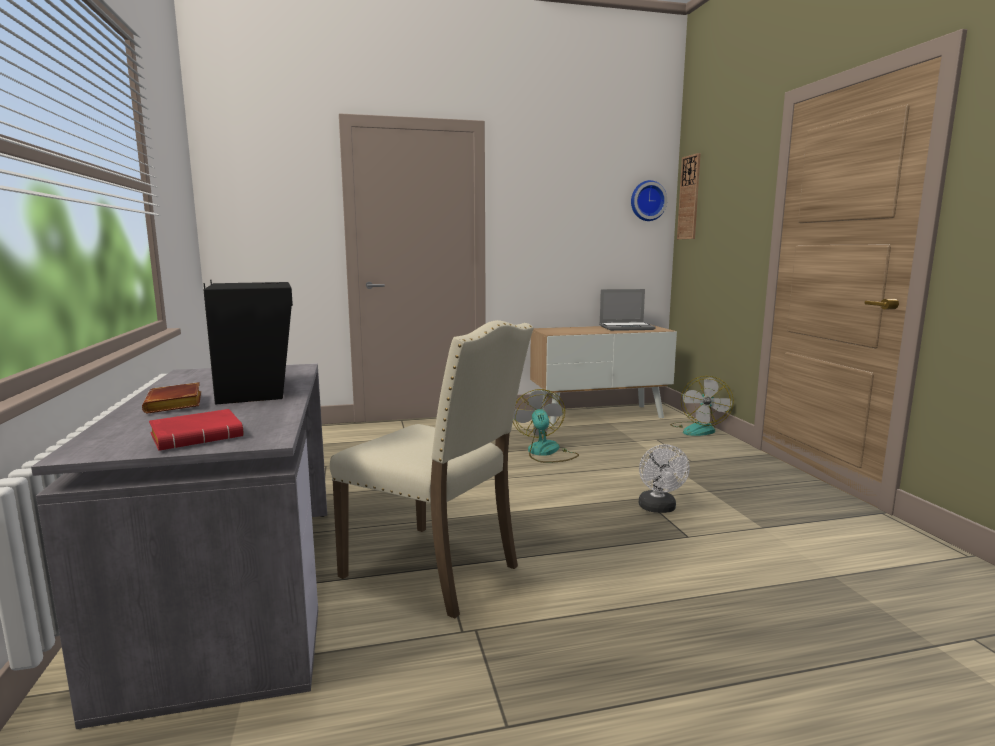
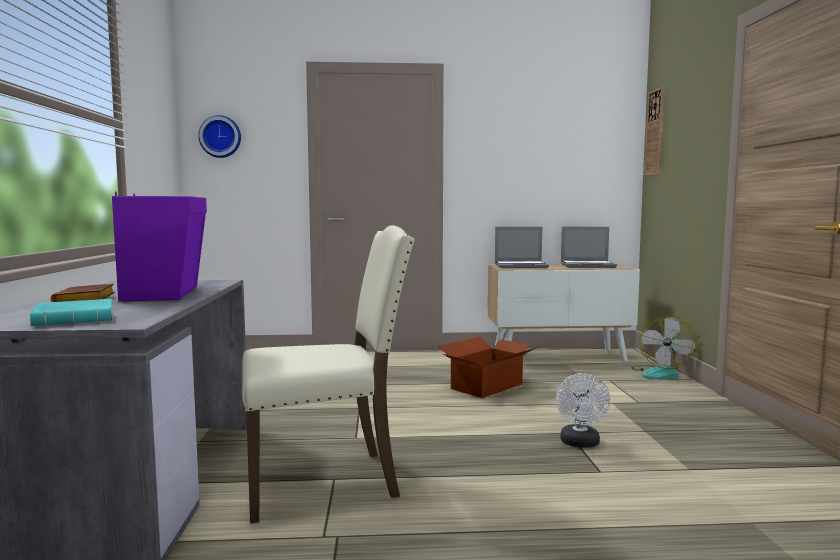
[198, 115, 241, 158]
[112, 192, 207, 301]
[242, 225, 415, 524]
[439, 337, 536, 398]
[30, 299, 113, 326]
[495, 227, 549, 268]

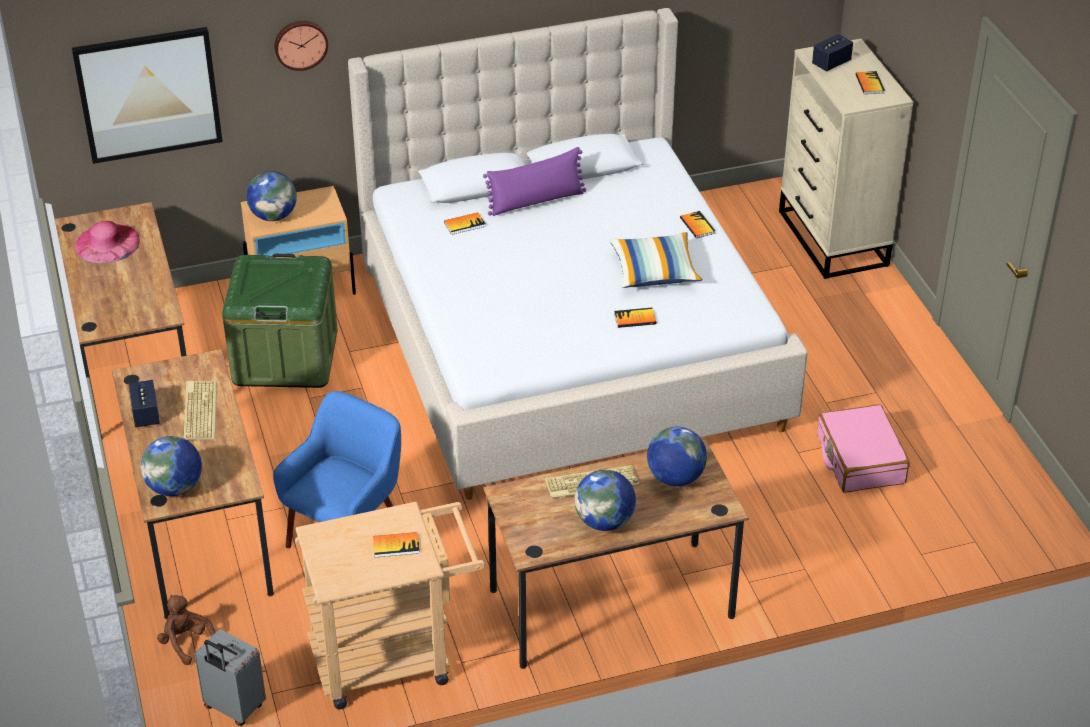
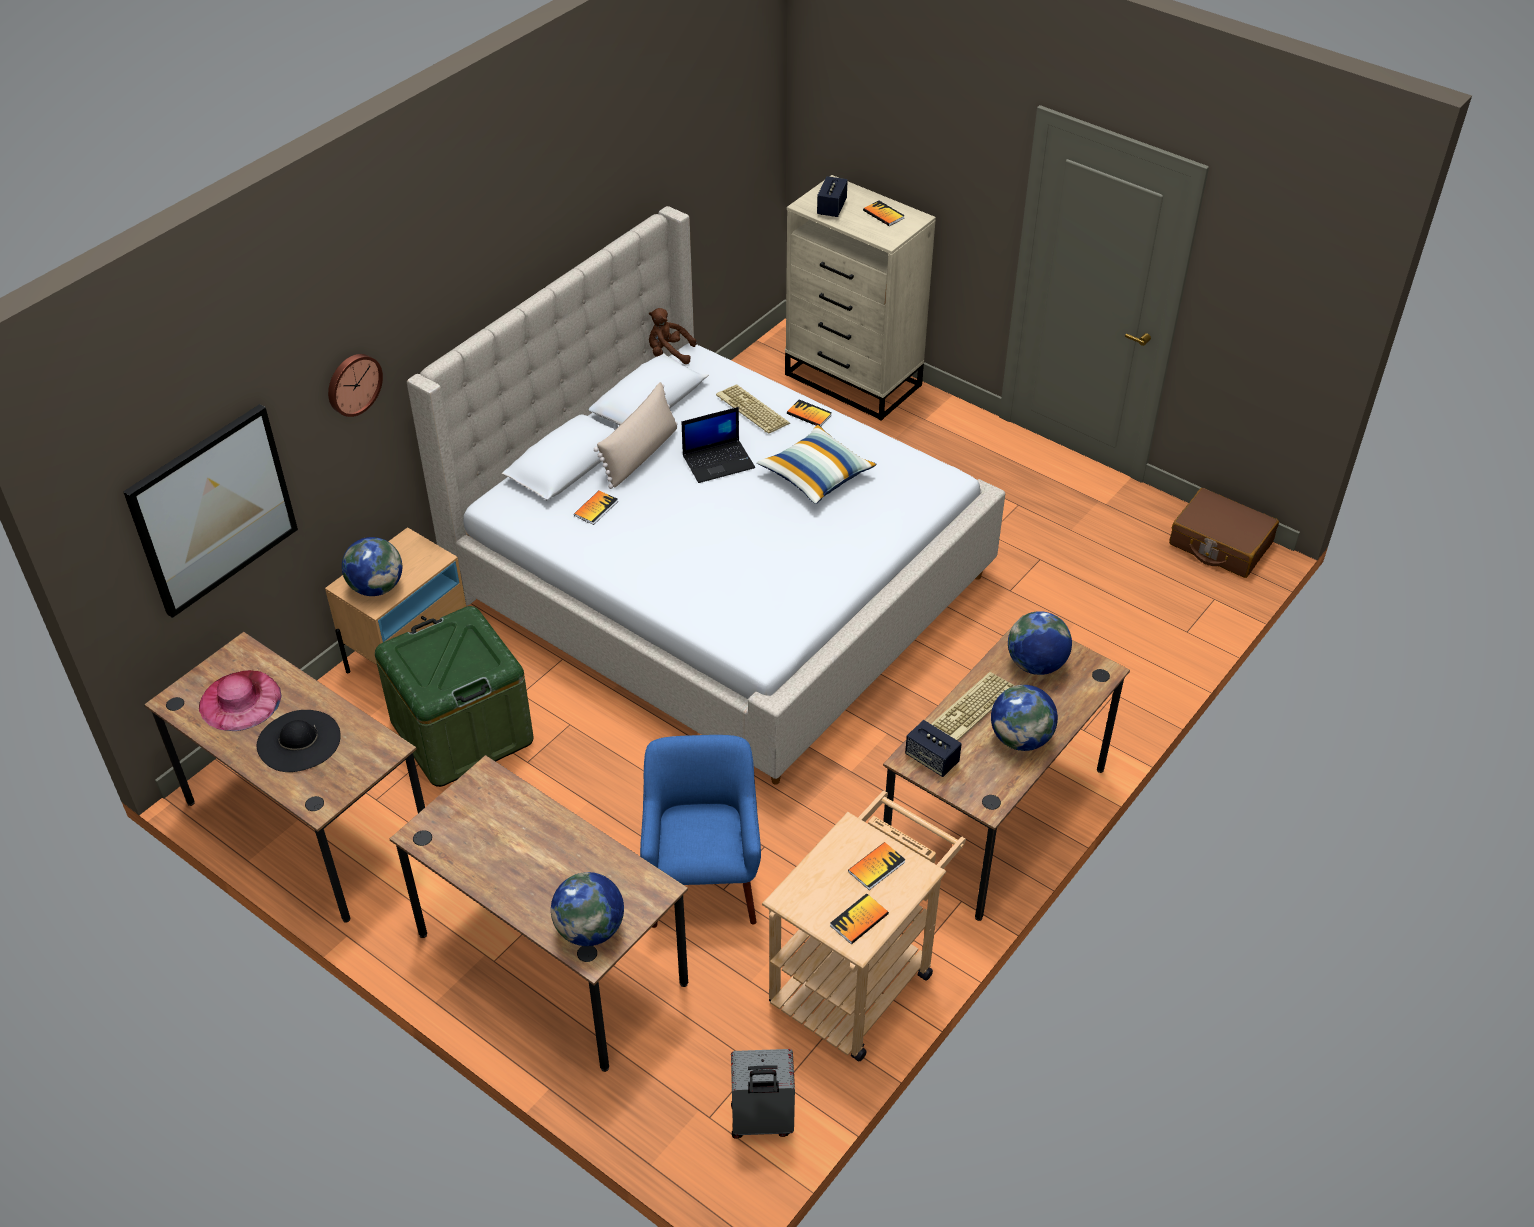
[594, 382, 678, 489]
[830, 893, 889, 944]
[905, 720, 962, 777]
[716, 385, 790, 434]
[817, 404, 910, 493] (first image)
[649, 308, 696, 364]
[682, 407, 755, 483]
[1169, 488, 1279, 578]
[257, 710, 341, 772]

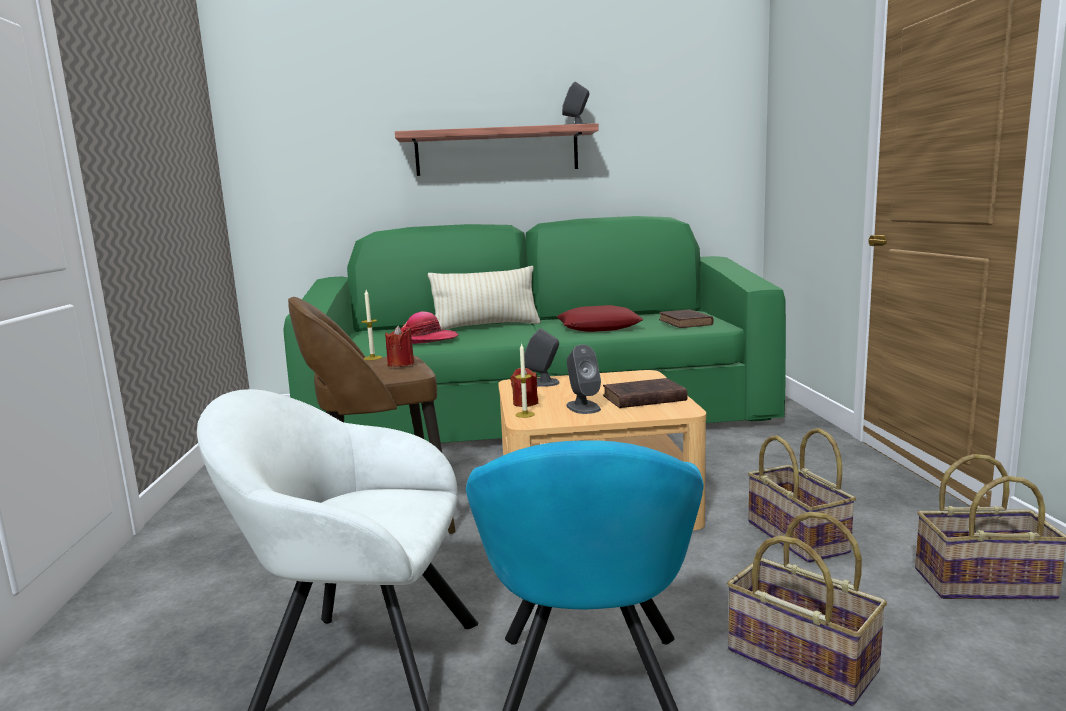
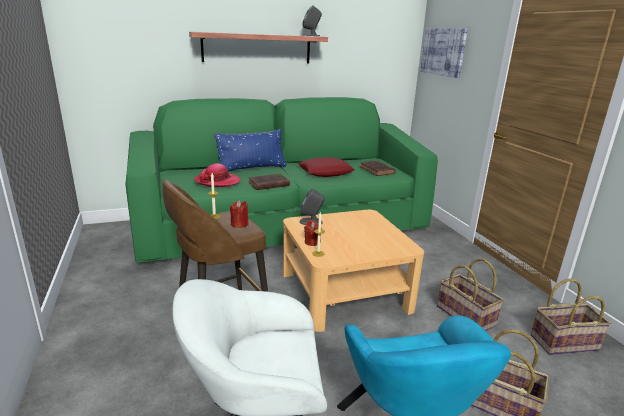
[214, 129, 287, 172]
[566, 344, 601, 414] (first image)
[248, 174, 290, 190]
[420, 28, 468, 78]

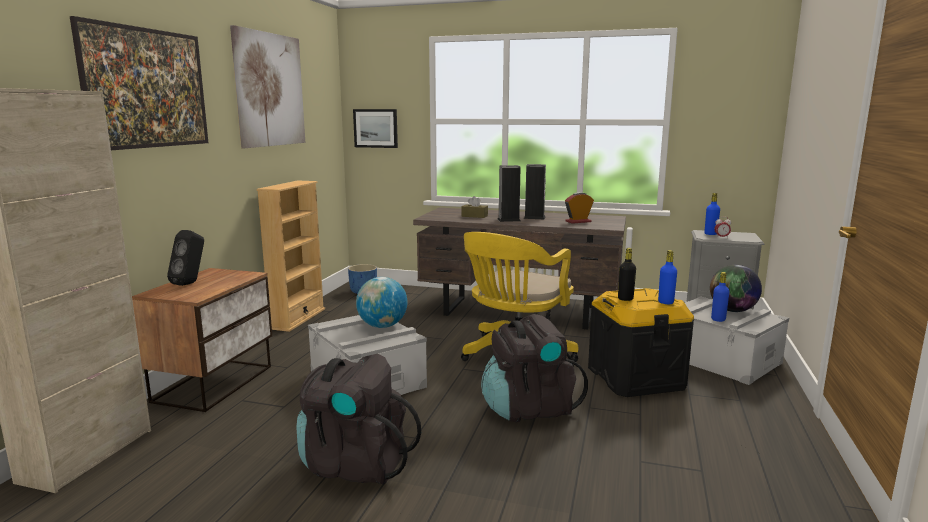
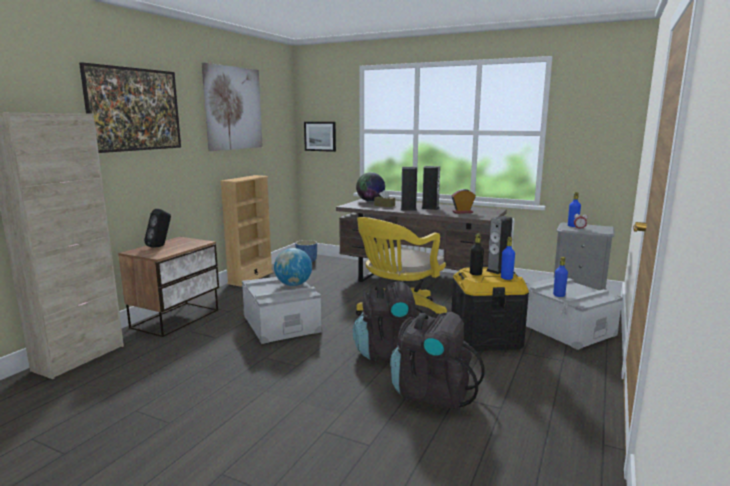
[356, 172, 385, 202]
[390, 312, 484, 411]
[486, 216, 513, 274]

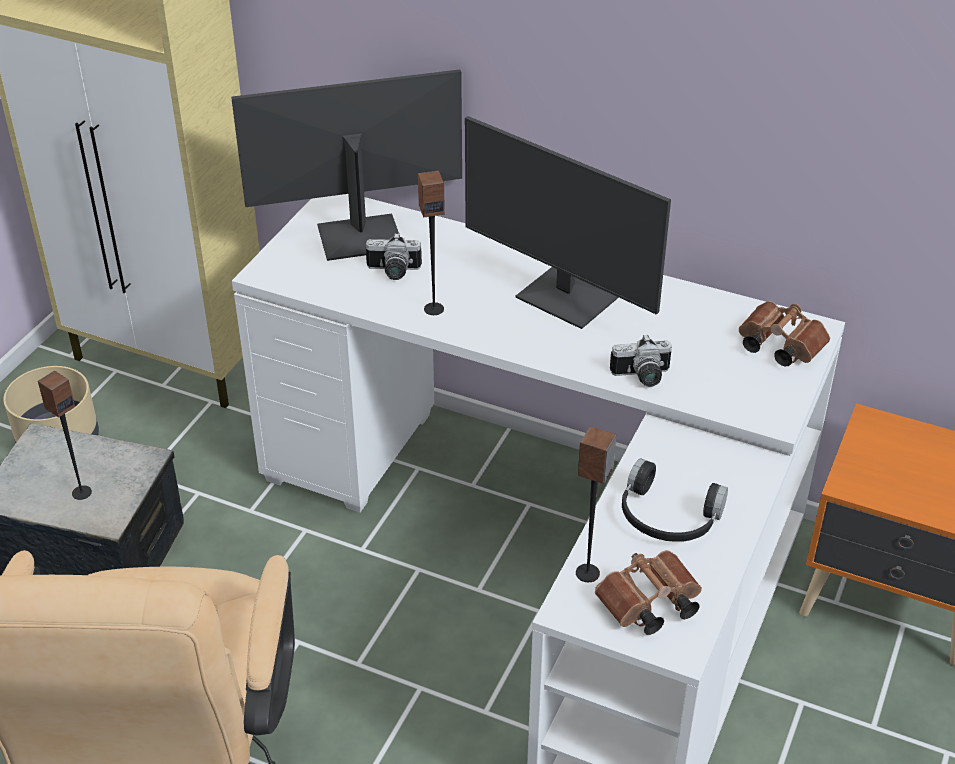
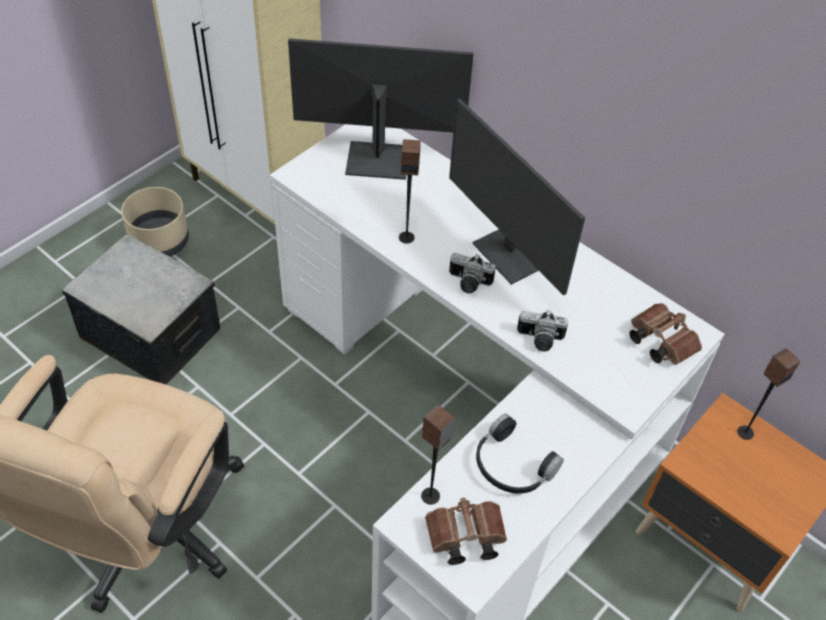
[449, 253, 496, 293]
[737, 348, 800, 440]

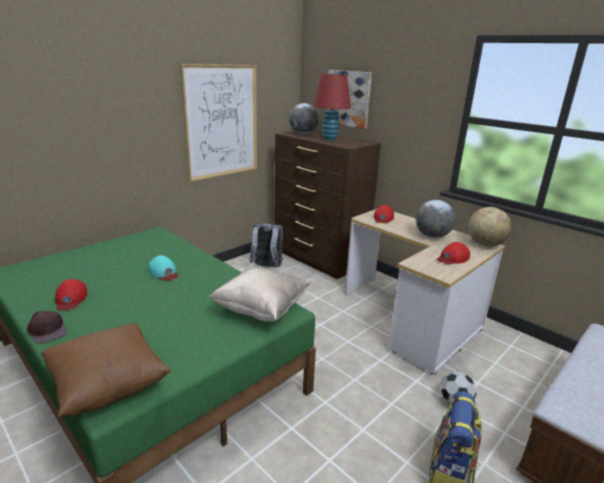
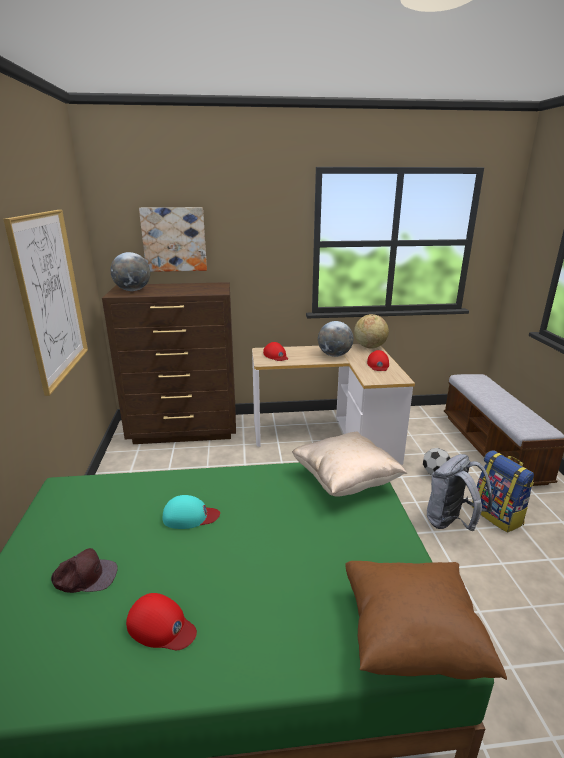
[313, 74, 351, 140] (first image)
[427, 454, 493, 531]
[51, 548, 118, 593]

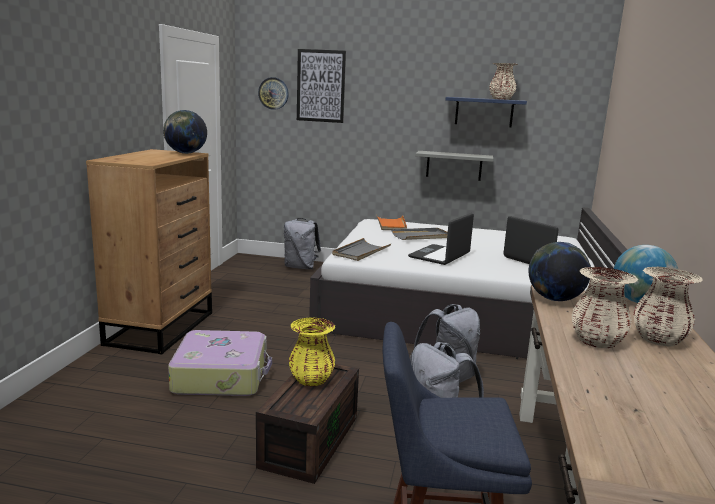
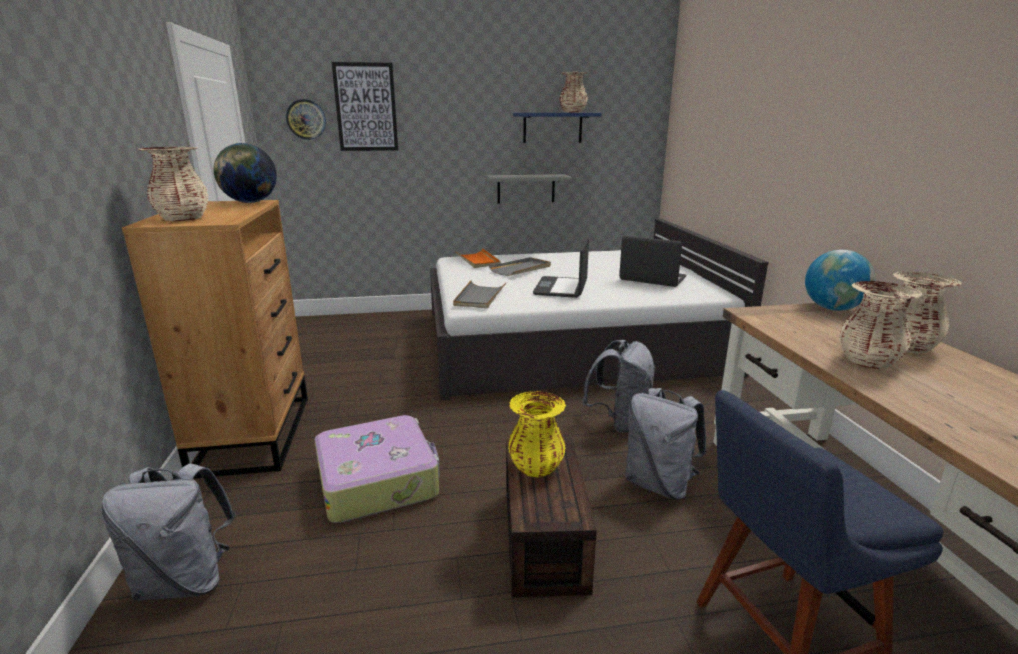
[101, 464, 236, 601]
[529, 242, 591, 301] (first image)
[138, 147, 209, 221]

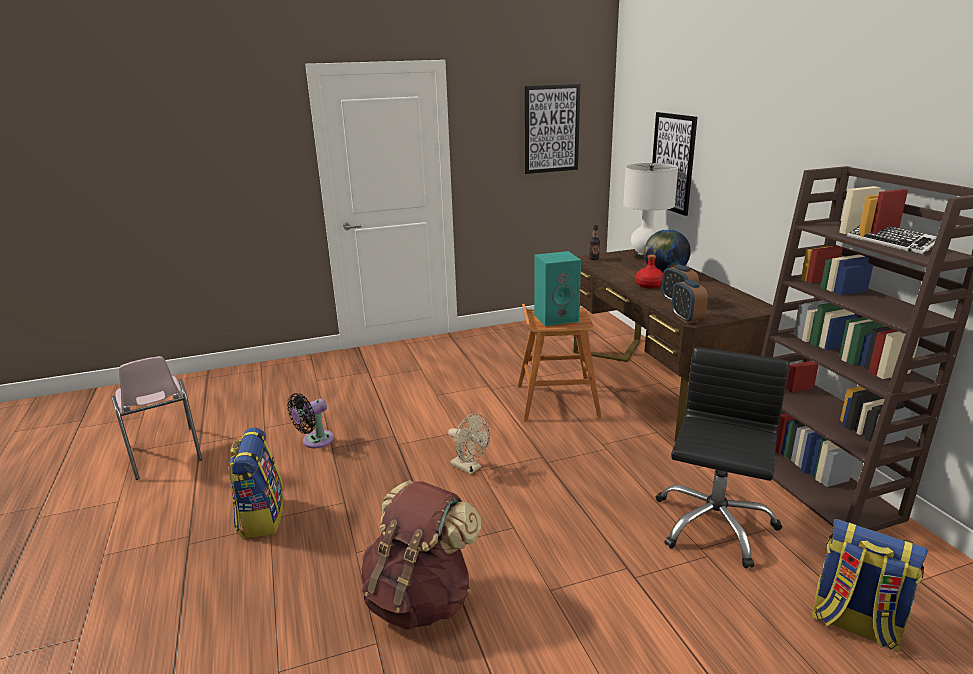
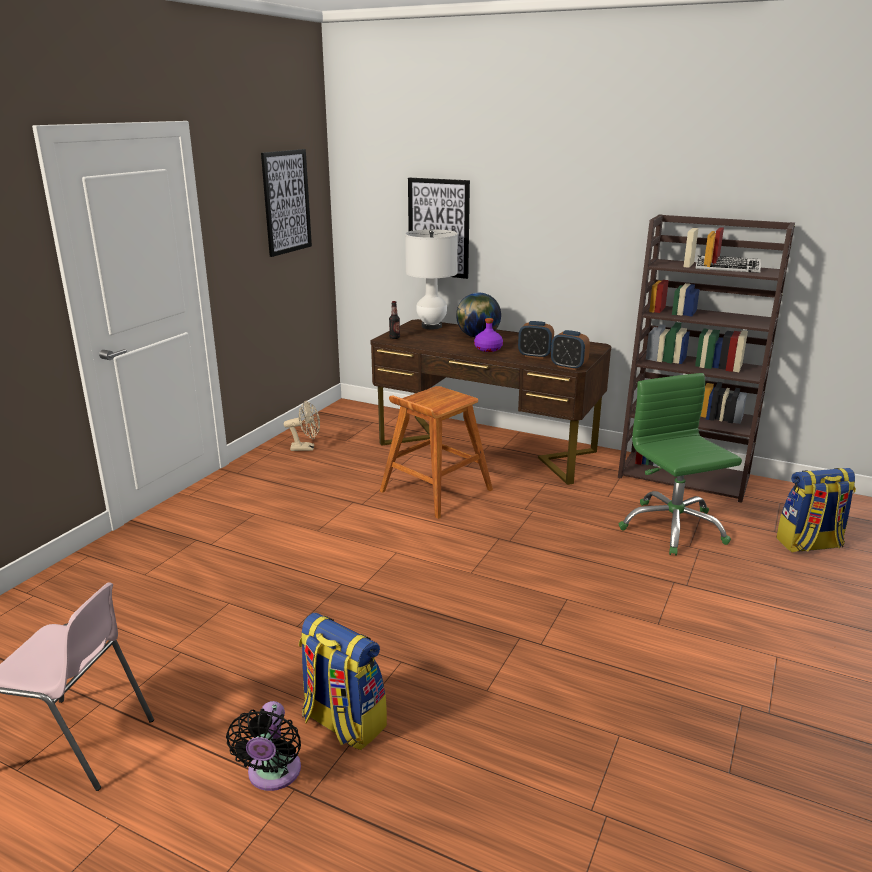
[534, 251, 581, 326] (first image)
[474, 318, 503, 352]
[618, 373, 742, 556]
[226, 701, 301, 791]
[284, 401, 320, 451]
[361, 480, 481, 630] (first image)

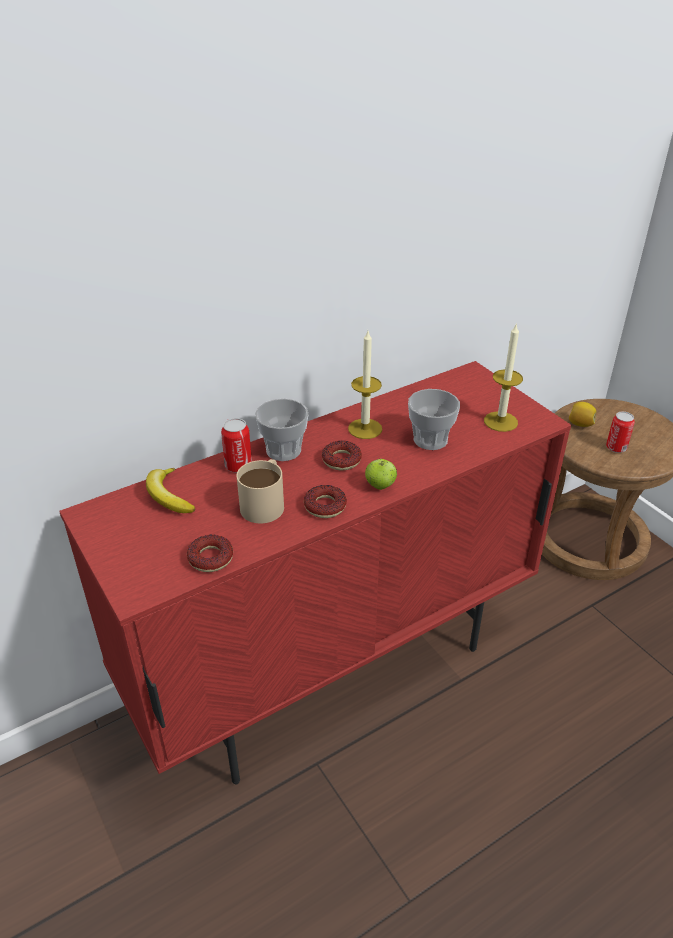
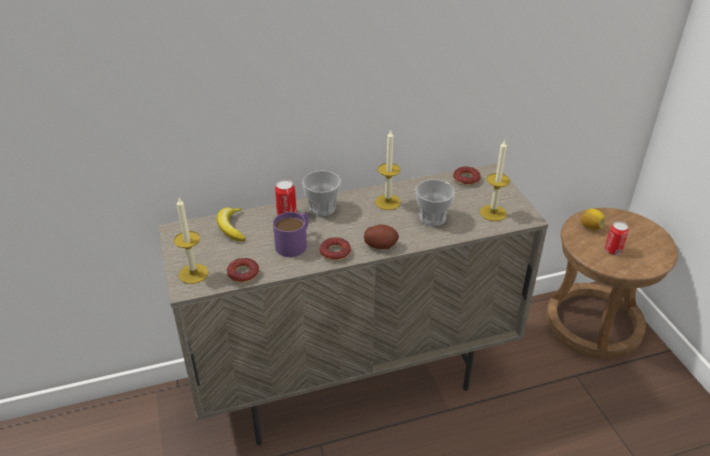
[158, 163, 548, 446]
[453, 167, 481, 186]
[273, 212, 309, 257]
[364, 224, 399, 249]
[174, 198, 209, 284]

